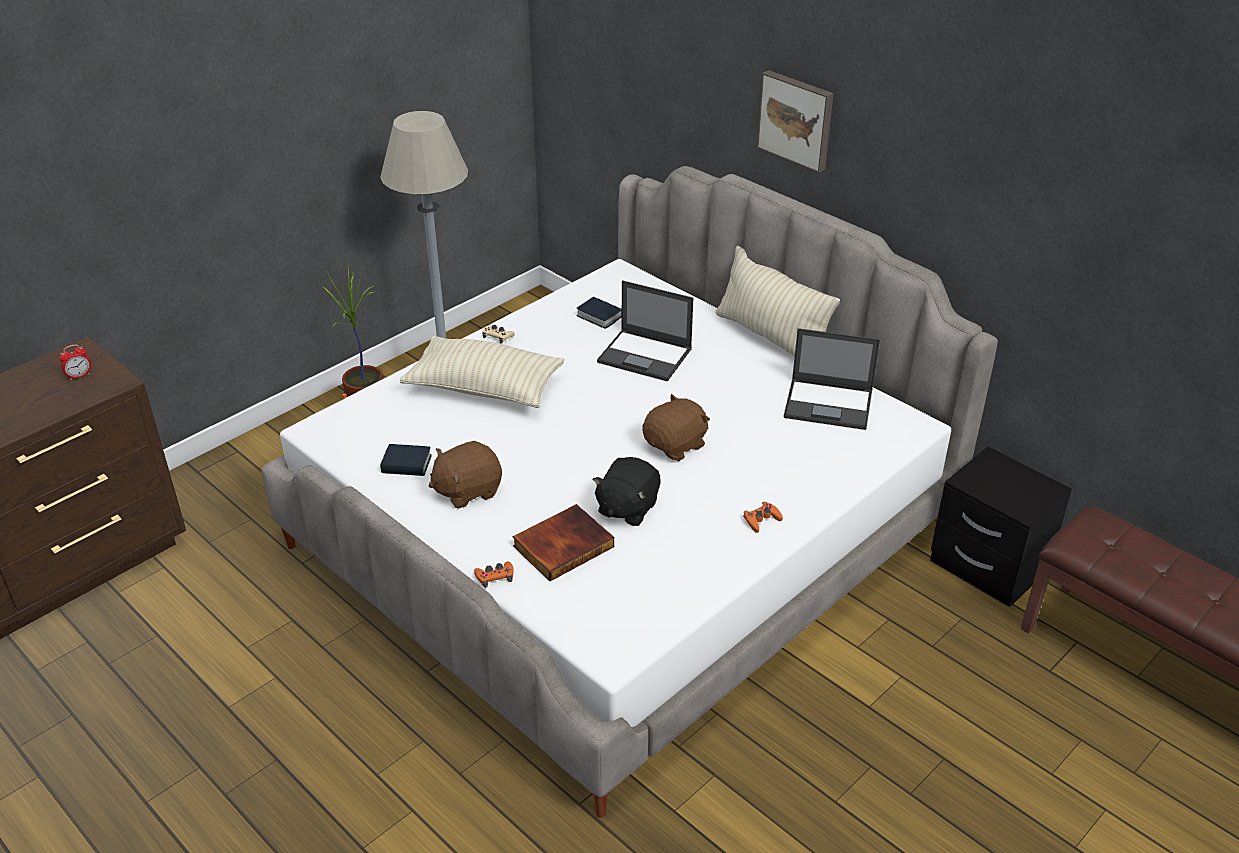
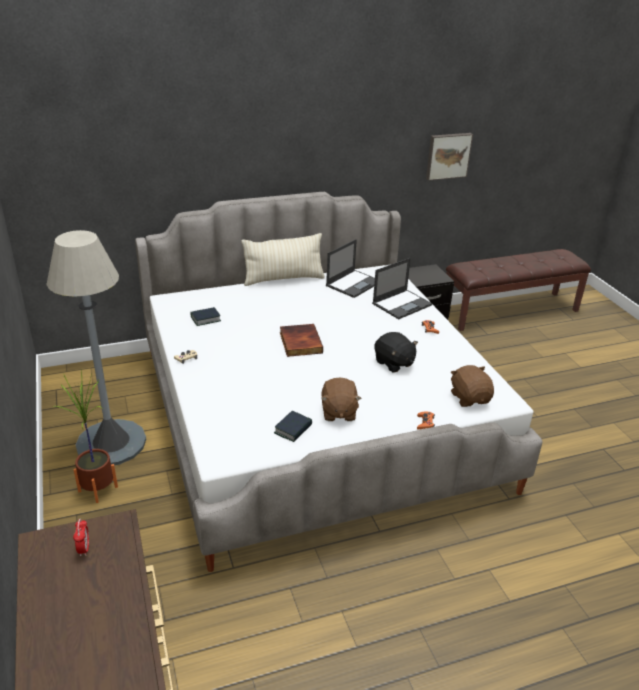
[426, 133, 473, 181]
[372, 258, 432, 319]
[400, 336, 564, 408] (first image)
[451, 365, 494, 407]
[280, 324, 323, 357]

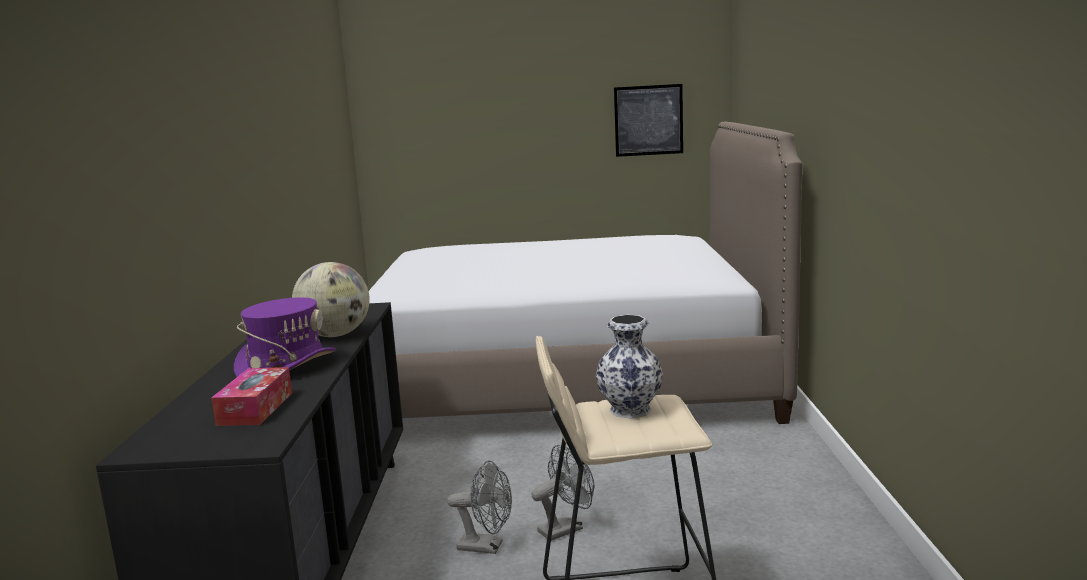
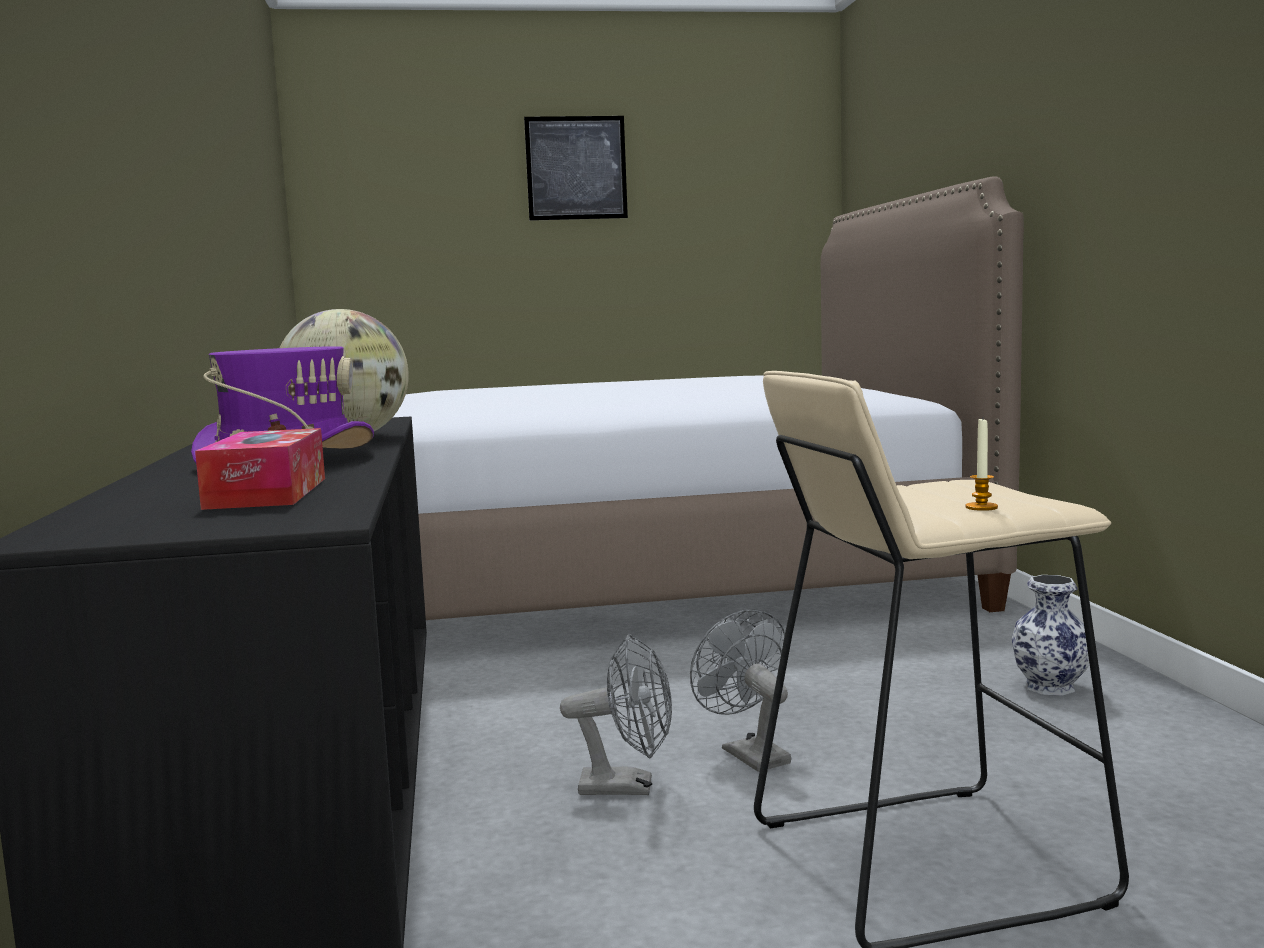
[524, 116, 628, 221]
[1012, 575, 1089, 696]
[690, 609, 791, 772]
[966, 419, 998, 511]

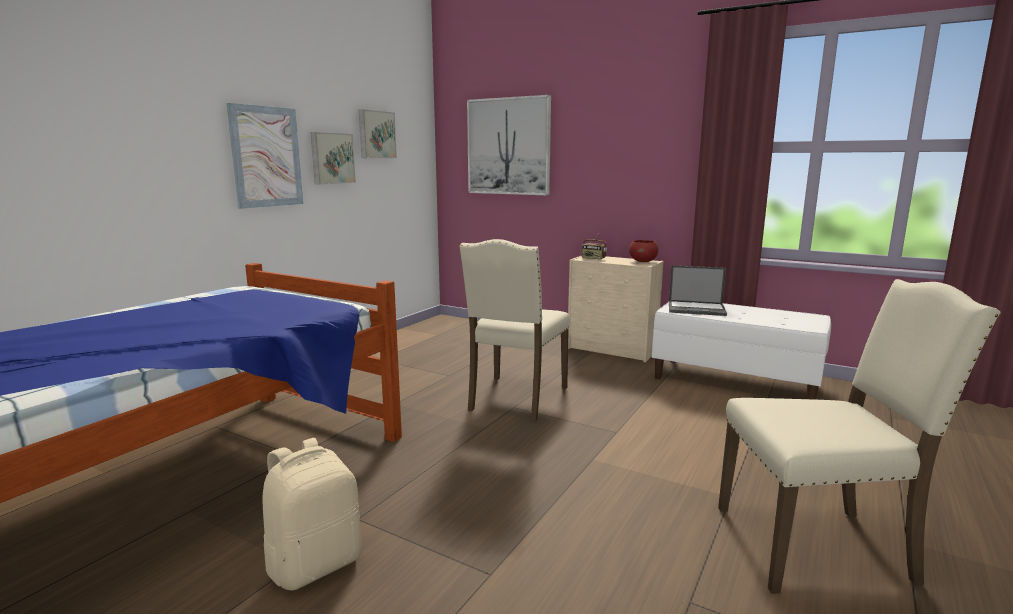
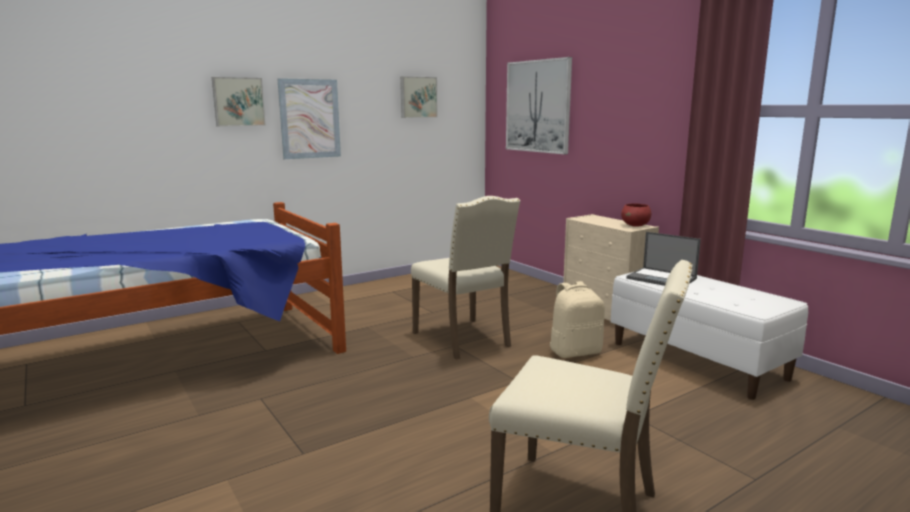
[211, 77, 266, 127]
[581, 232, 607, 260] (first image)
[411, 196, 520, 360]
[550, 281, 605, 358]

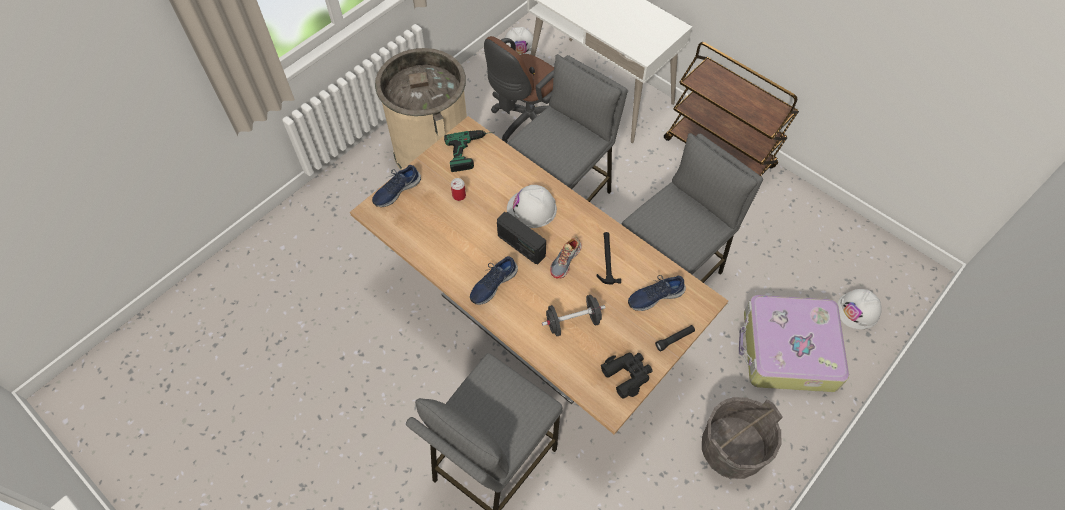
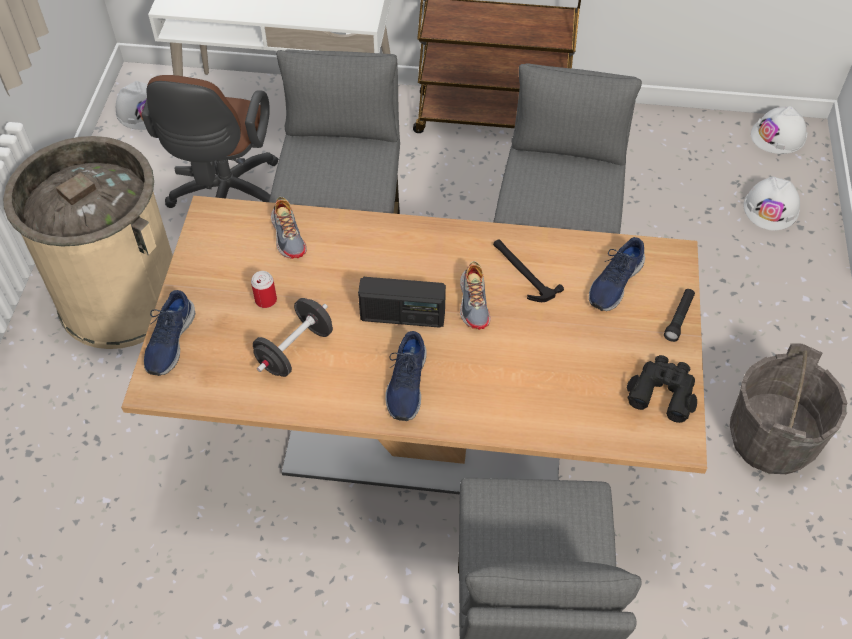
[444, 130, 494, 172] (first image)
[751, 106, 807, 154]
[253, 298, 333, 377]
[739, 295, 849, 392] (first image)
[271, 197, 307, 259]

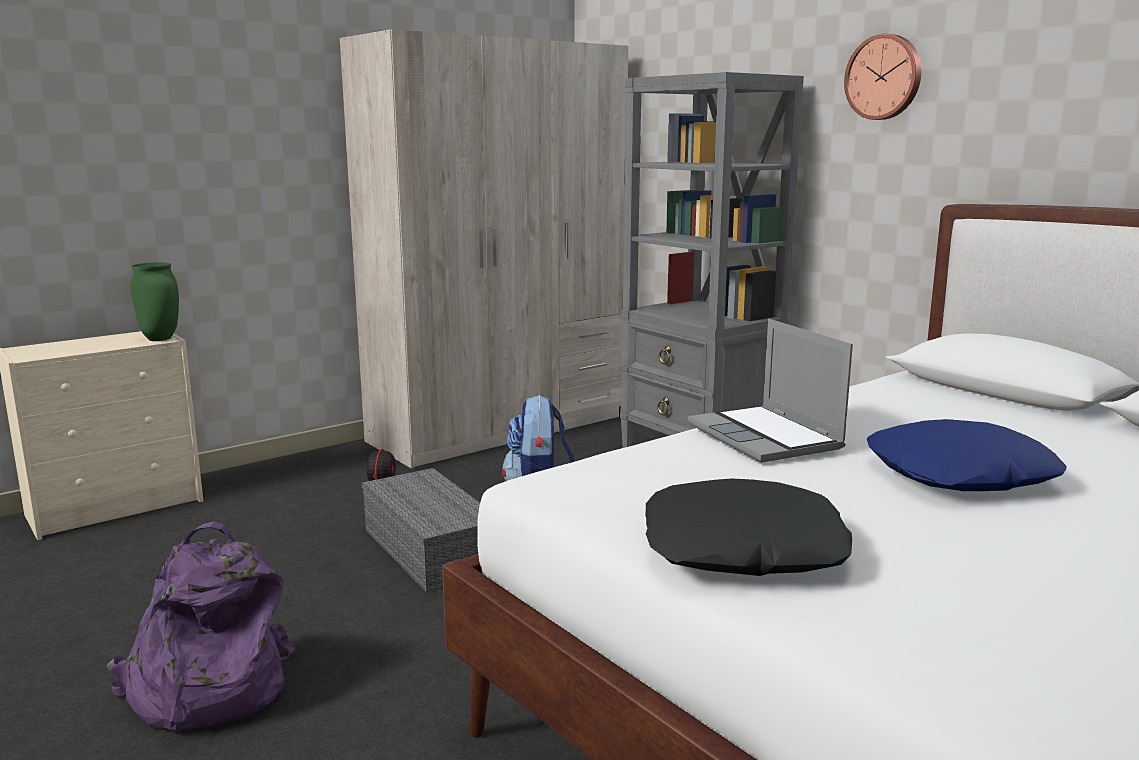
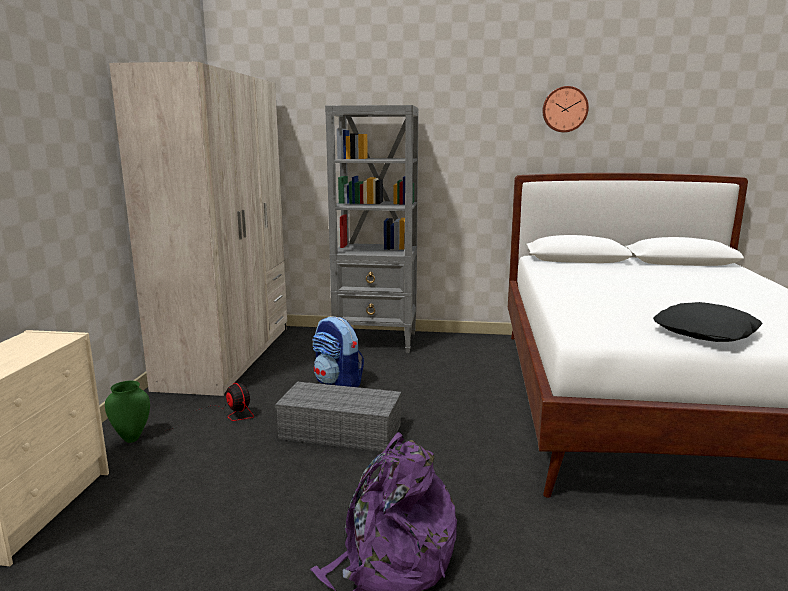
[542, 86, 589, 132]
[105, 381, 150, 443]
[688, 319, 853, 463] (first image)
[867, 419, 1067, 491] (first image)

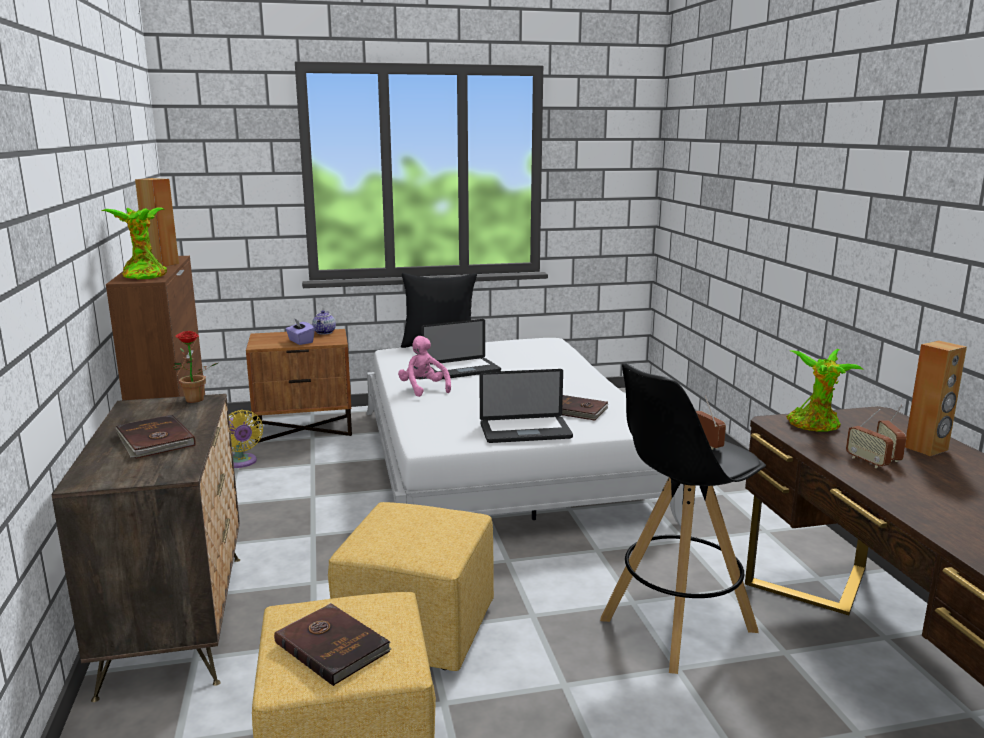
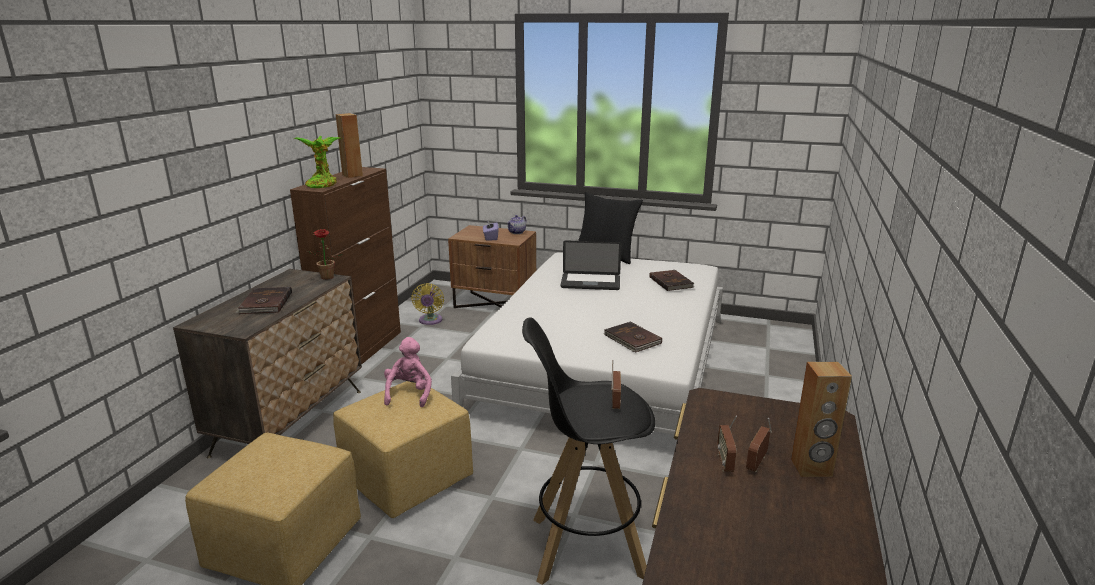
[384, 337, 432, 407]
[786, 349, 863, 432] (first image)
[480, 369, 573, 443] (first image)
[649, 270, 694, 291]

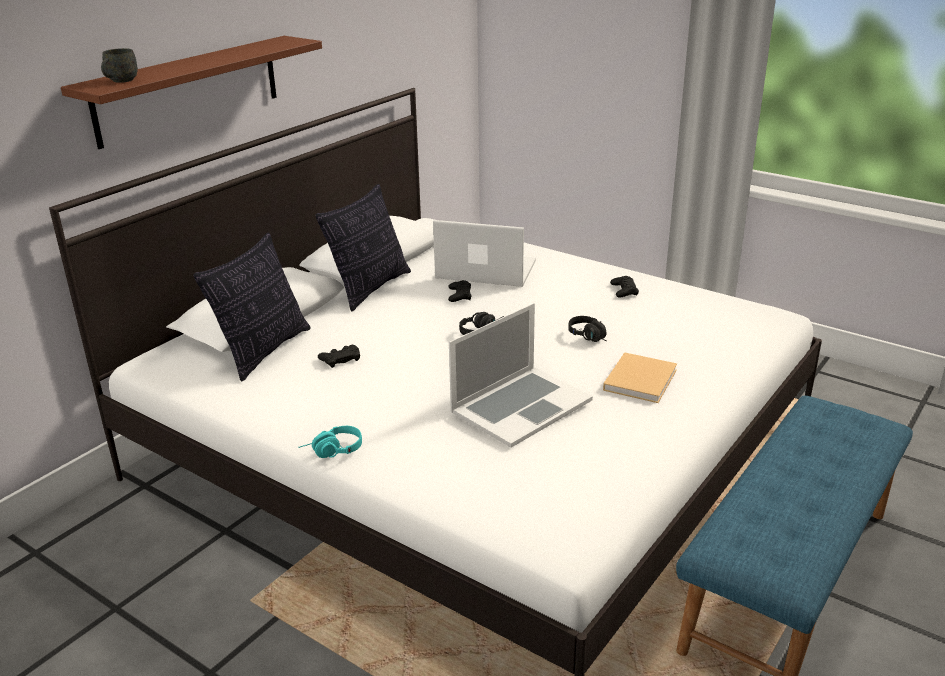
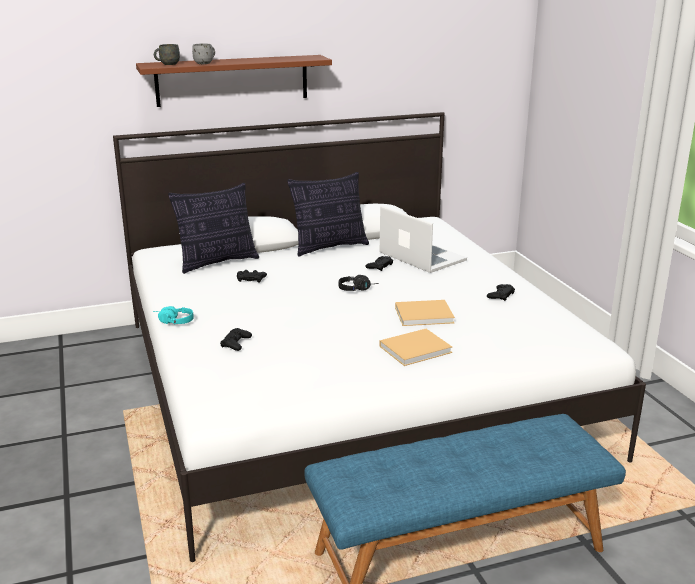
[449, 303, 593, 448] (first image)
[395, 300, 455, 326]
[192, 43, 215, 64]
[220, 328, 252, 351]

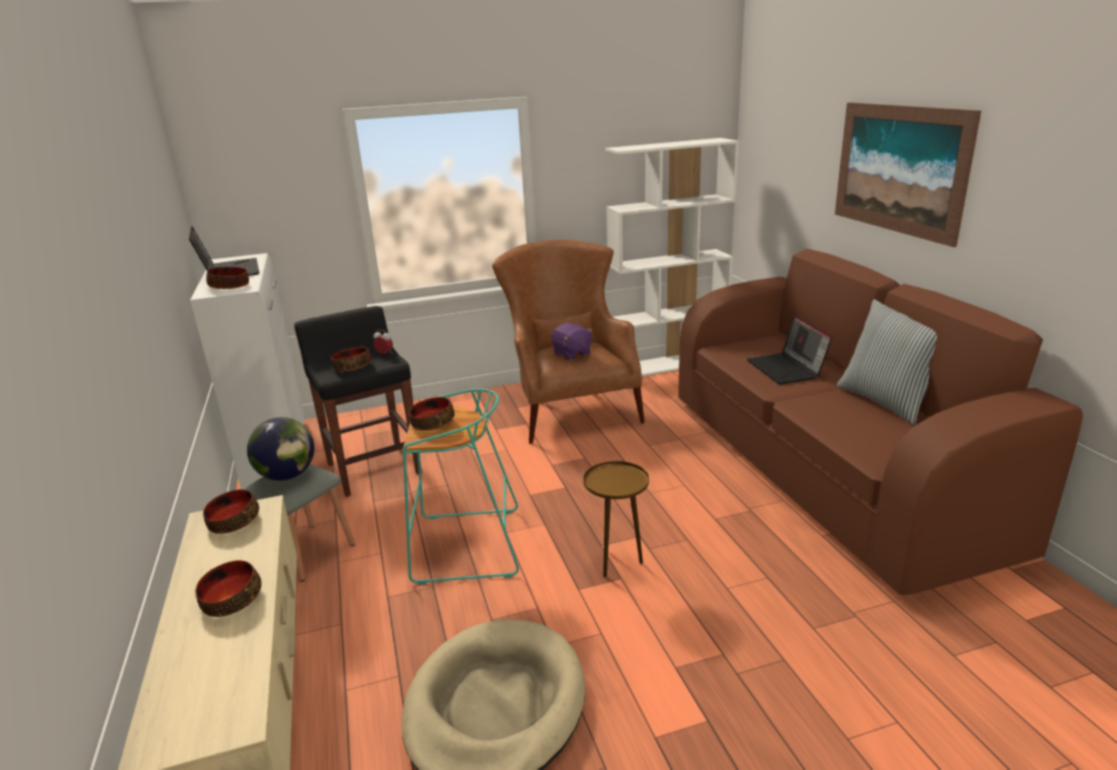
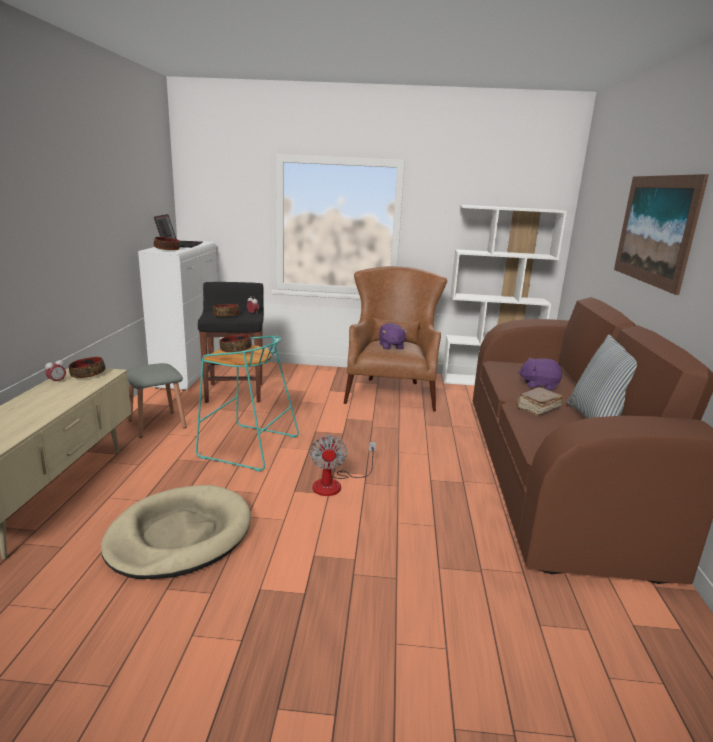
[518, 358, 562, 390]
[247, 417, 314, 481] (first image)
[310, 434, 376, 496]
[195, 560, 262, 617] (first image)
[45, 358, 66, 384]
[516, 387, 563, 416]

